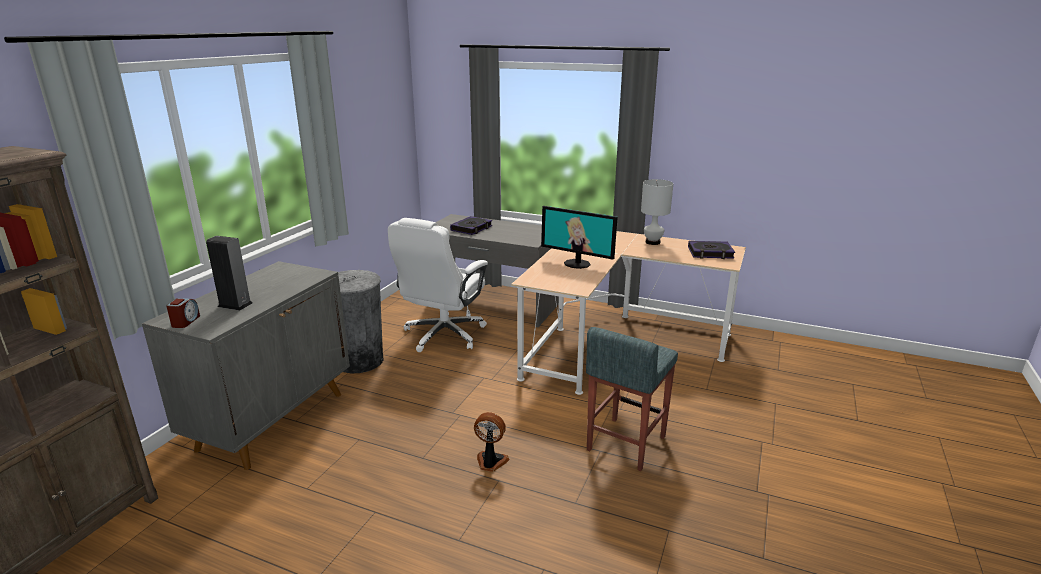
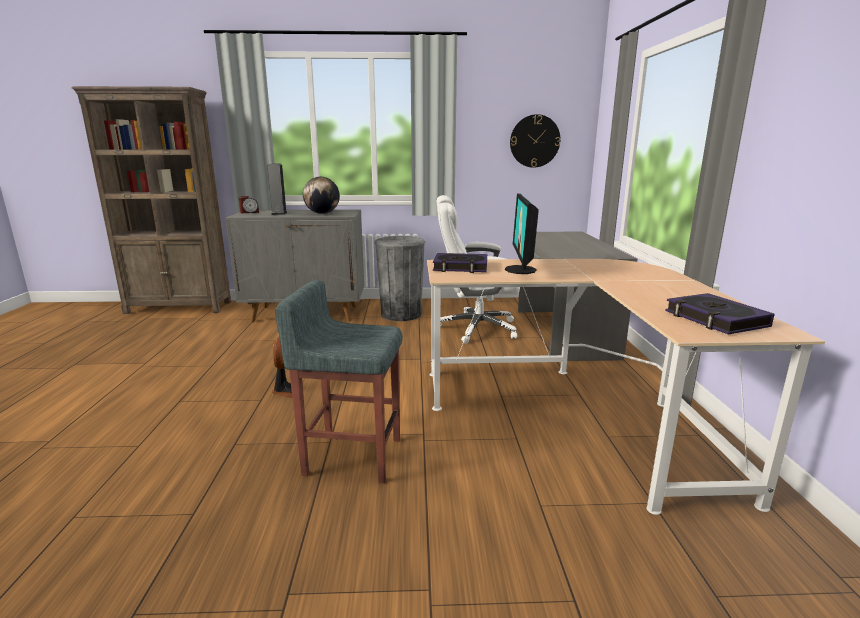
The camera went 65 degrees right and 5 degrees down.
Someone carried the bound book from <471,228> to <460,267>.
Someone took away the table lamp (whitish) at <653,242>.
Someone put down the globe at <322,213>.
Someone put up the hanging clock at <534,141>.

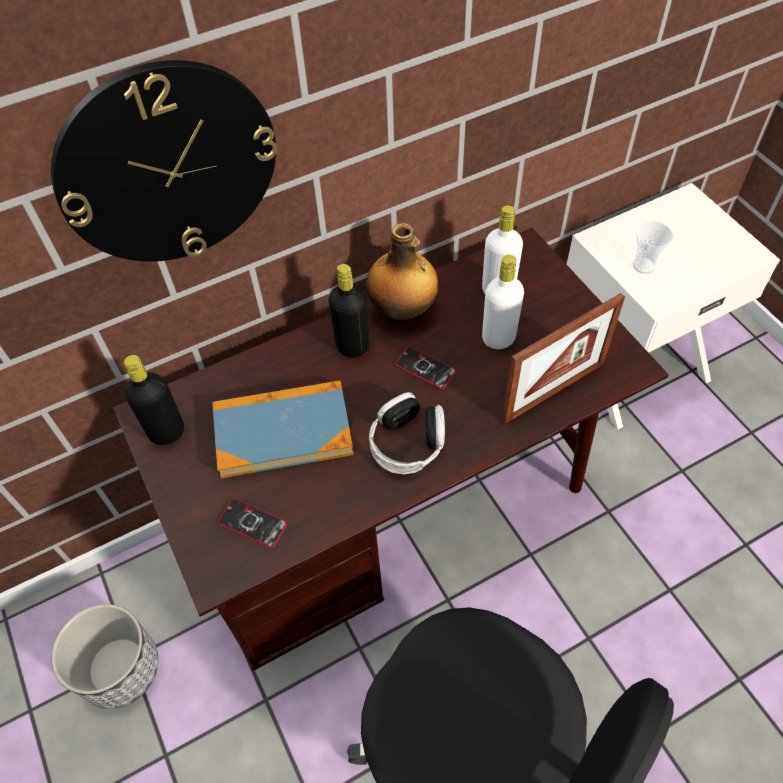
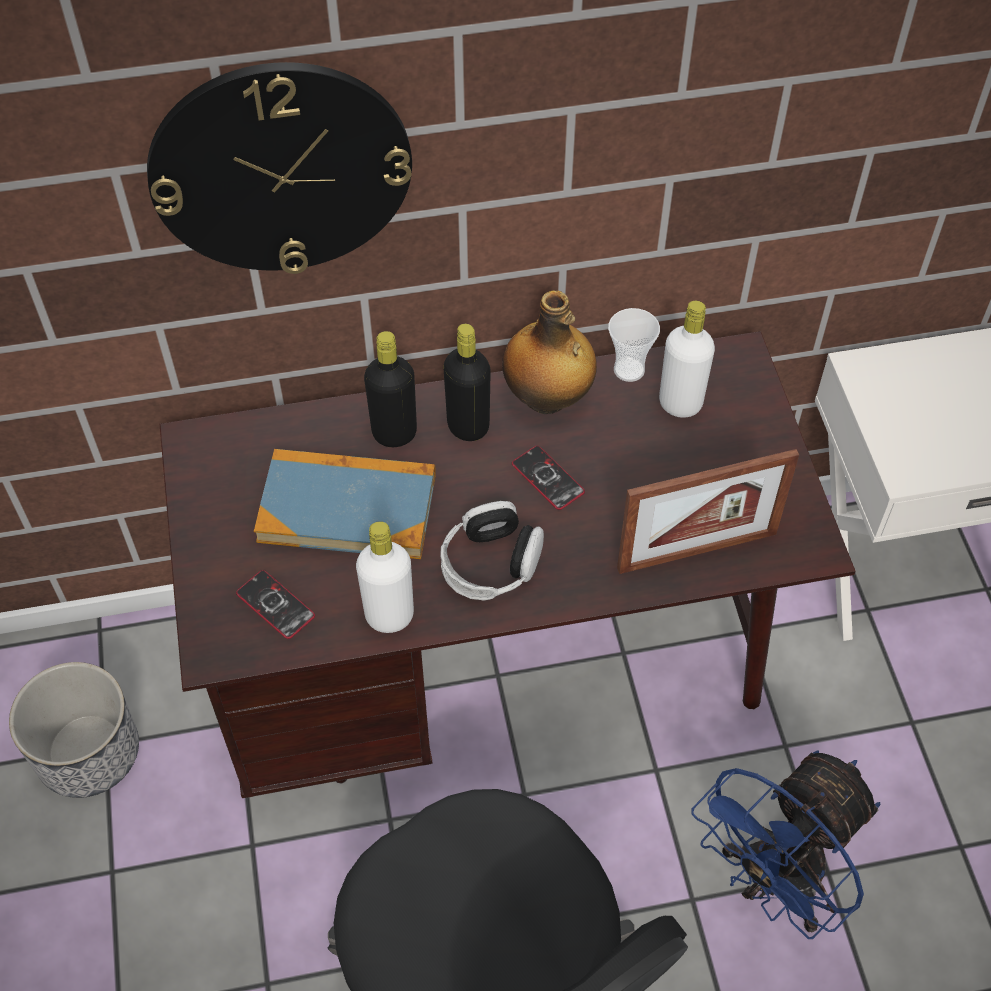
The camera went 15 degrees right and 0 degrees up.
Someone carried the beverage bottle (black-coloured) from <167,432> to <394,433>.
Someone carried the beverage bottle (whitish) from <498,338> to <389,616>.
Someone carried the small cup from <643,266> to <629,370>.
Someone put down the cooling fan (blue-coloured) at <773,883>.

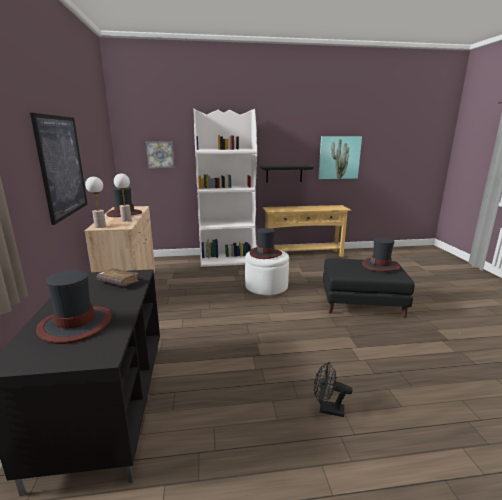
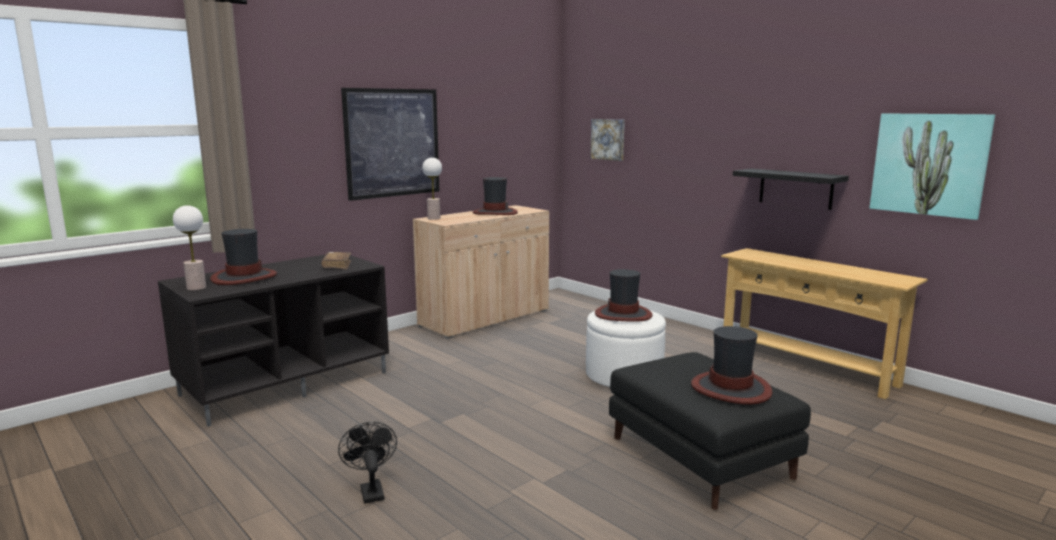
The camera went 55 degrees right and 5 degrees down.
Someone carried the table lamp from <126,220> to <196,288>.
Someone took away the bookshelf (whitish) at <228,259>.

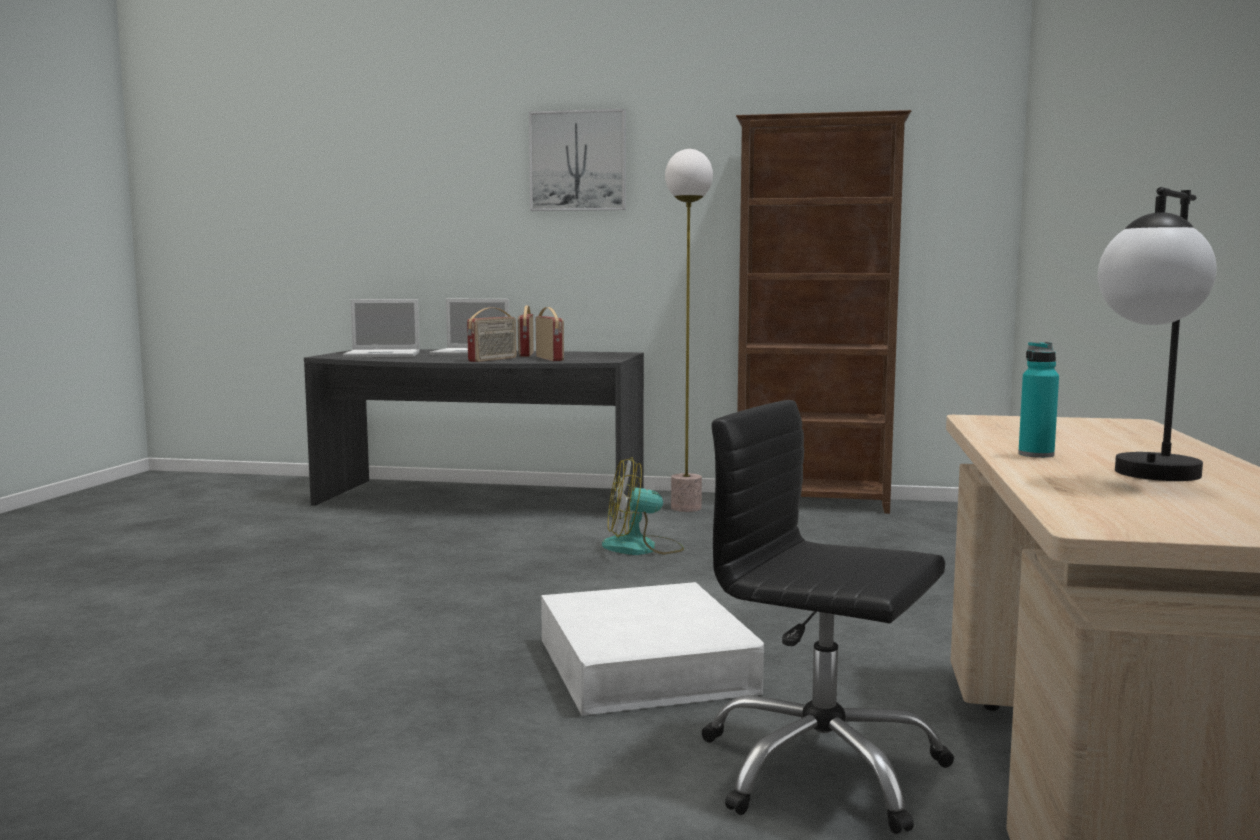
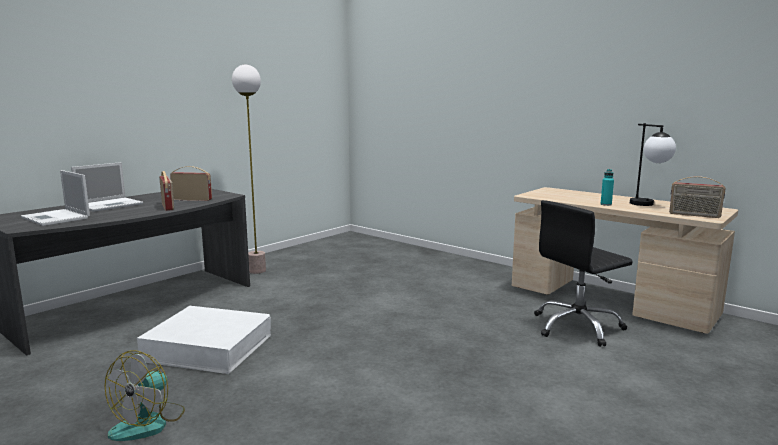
The camera went 60 degrees left and 5 degrees up.
Someone rotated the notebook computer at <384,354> by 105 degrees clockwise.
Someone carried the radio set from <525,354> to <694,215>.
Someone took away the wall picture at <578,161>.
Someone carried the storage container (whitish) from <645,665> to <208,348>.
Someone carried the cooling fan from <642,548> to <149,422>.
Someone took away the bookshelf (brown-coloured) at <813,504>.

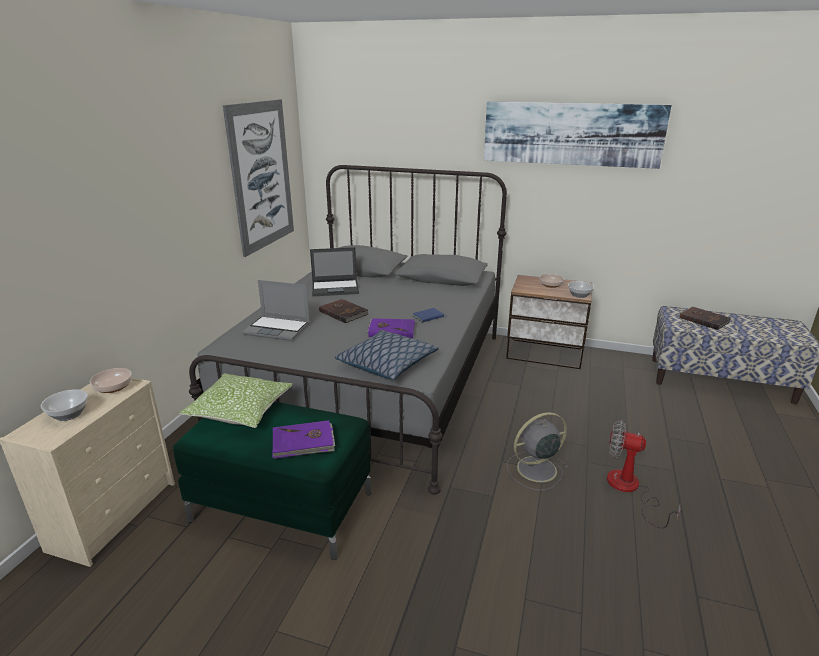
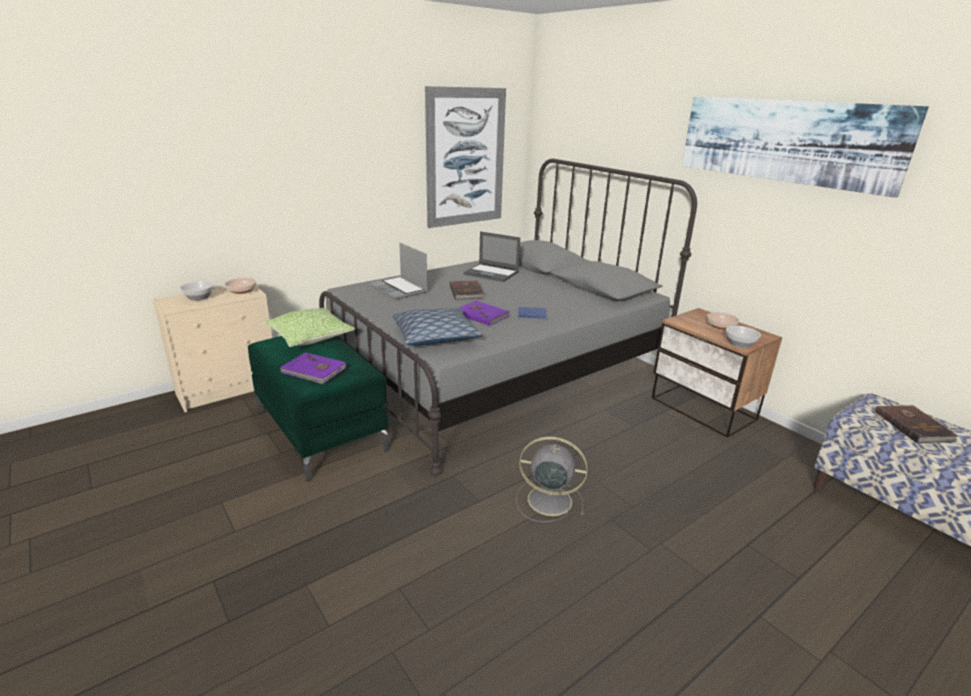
The camera went 35 degrees right and 0 degrees up.
Someone took away the cooling fan at <629,489>.

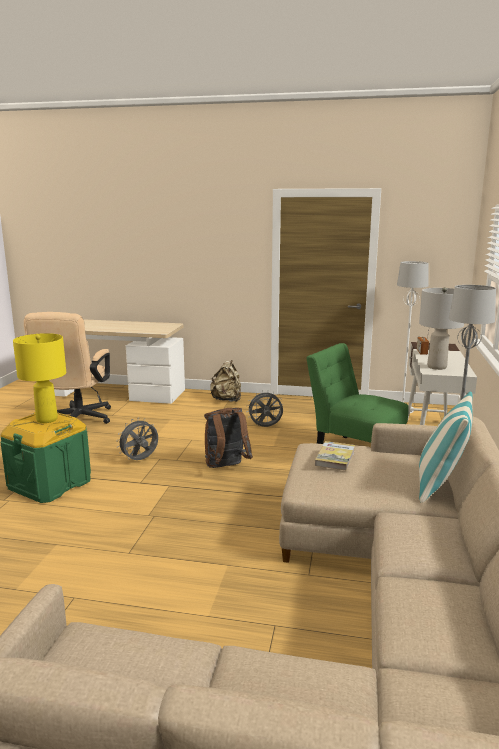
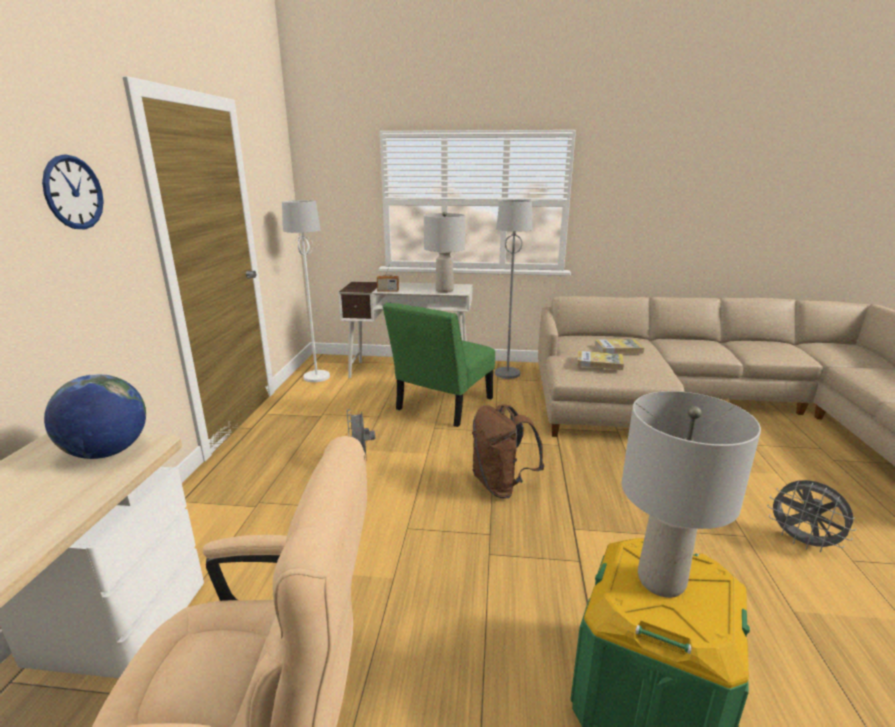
The camera went 95 degrees left and 5 degrees up.
Someone repainted the table lamp (yellow) at <46,419>, which became the table lamp (greyish) at <662,581>.
Someone carried the cooling fan (greyish) from <140,460> to <802,542>.
Someone took away the backpack (sand-coloured) at <227,400>.
Someone took away the pillow at <441,484>.
Someone put up the hanging clock at <73,192>.
Someone put down the globe at <107,452>.
Someone put down the bound book at <618,348>.

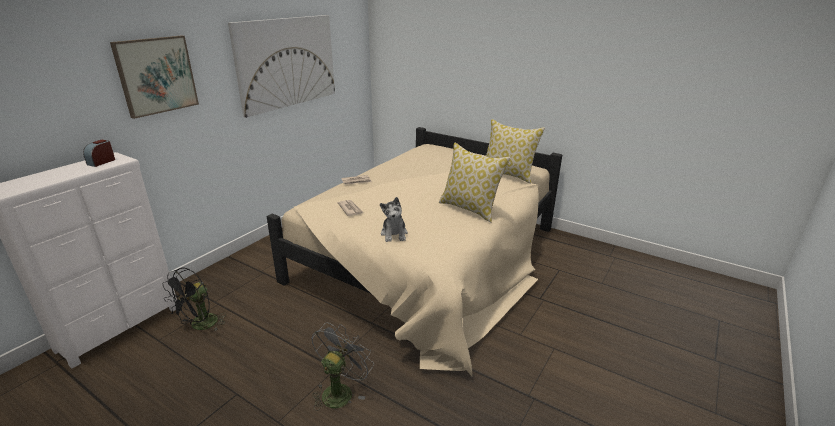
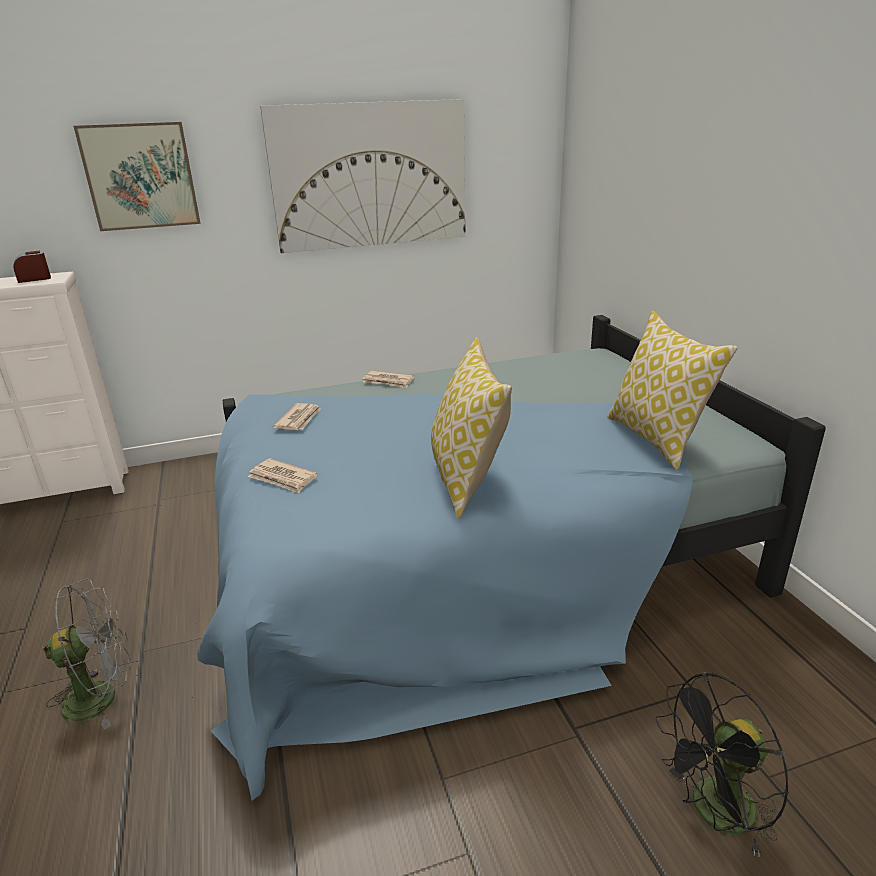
The camera went 40 degrees right and 0 degrees up.
Someone carried the cooling fan (black-coloured) from <200,326> to <714,813>.
Someone repainted the bedroom bed (sand-coloured) at <430,259>, which became the bedroom bed (blue-coloured) at <472,555>.
Someone swapped the soft toy at <394,234> for the newspaper at <283,478>.

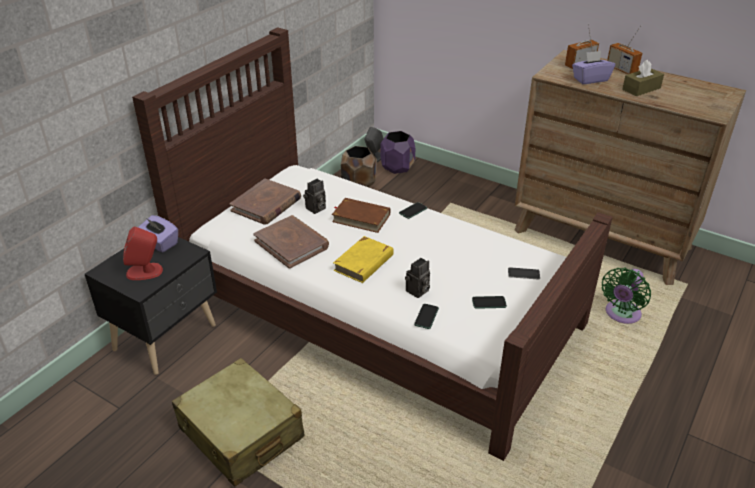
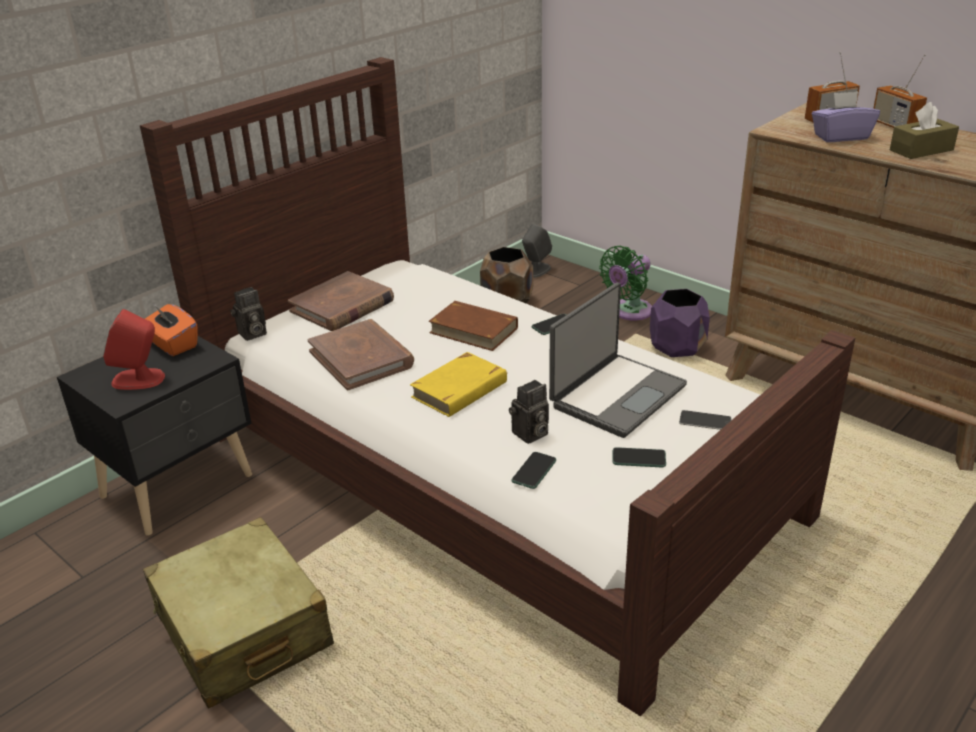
The camera went 10 degrees right and 5 degrees down.
Someone repainted the tissue holder (purple-coloured) at <159,243>, which became the tissue holder (orangey) at <173,344>.
Someone carried the photo camera from <315,209> to <251,334>.
Someone carried the plant pot (purple-coloured) from <397,167> to <677,347>.
Someone carried the cooling fan (greenish) from <621,315> to <629,312>.
Someone put down the notebook computer at <616,395>.

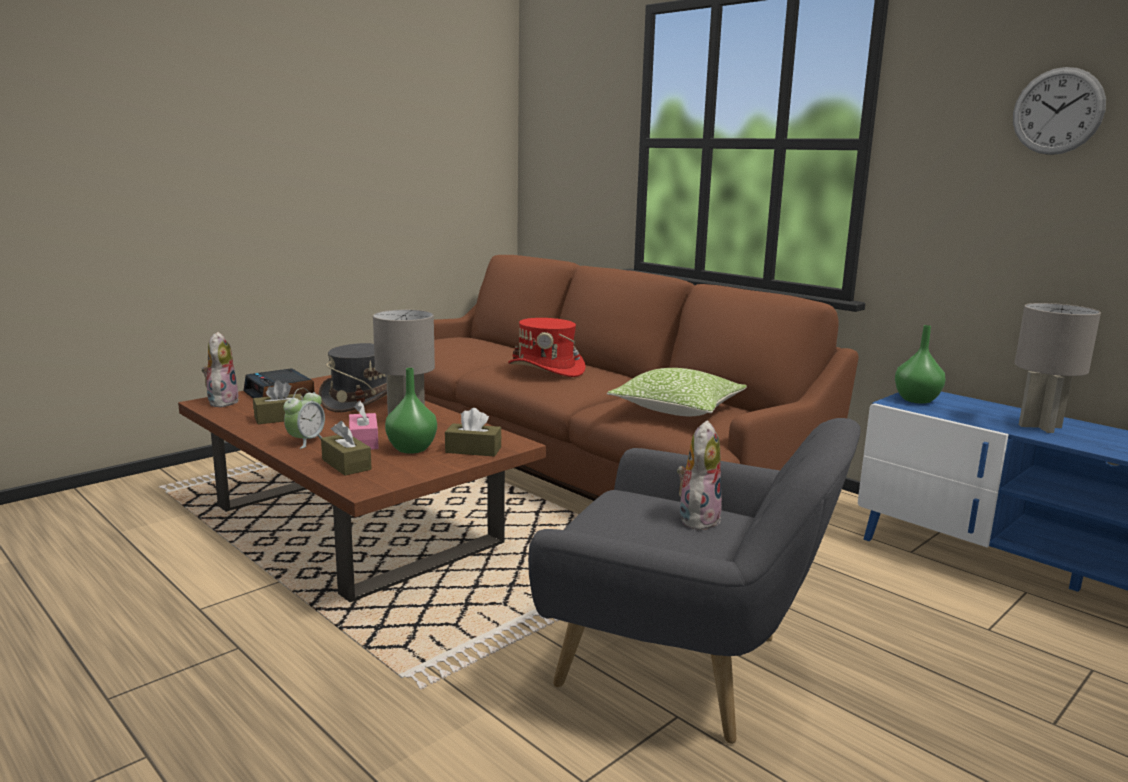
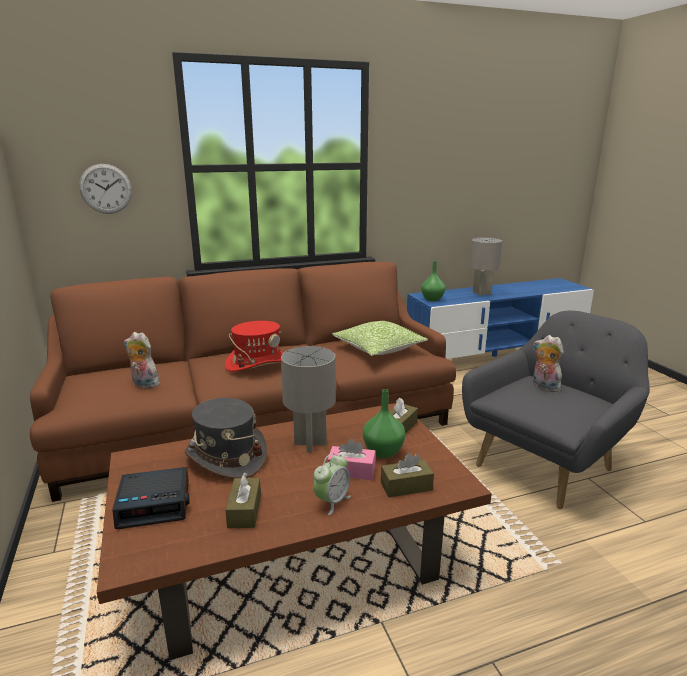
The camera went 65 degrees left and 5 degrees up.
Someone carried the soft toy from <222,402> to <143,384>.
Someone rotated the alarm clock at <306,441> by 75 degrees clockwise.
Someone carried the hanging clock from <1057,111> to <106,189>.

